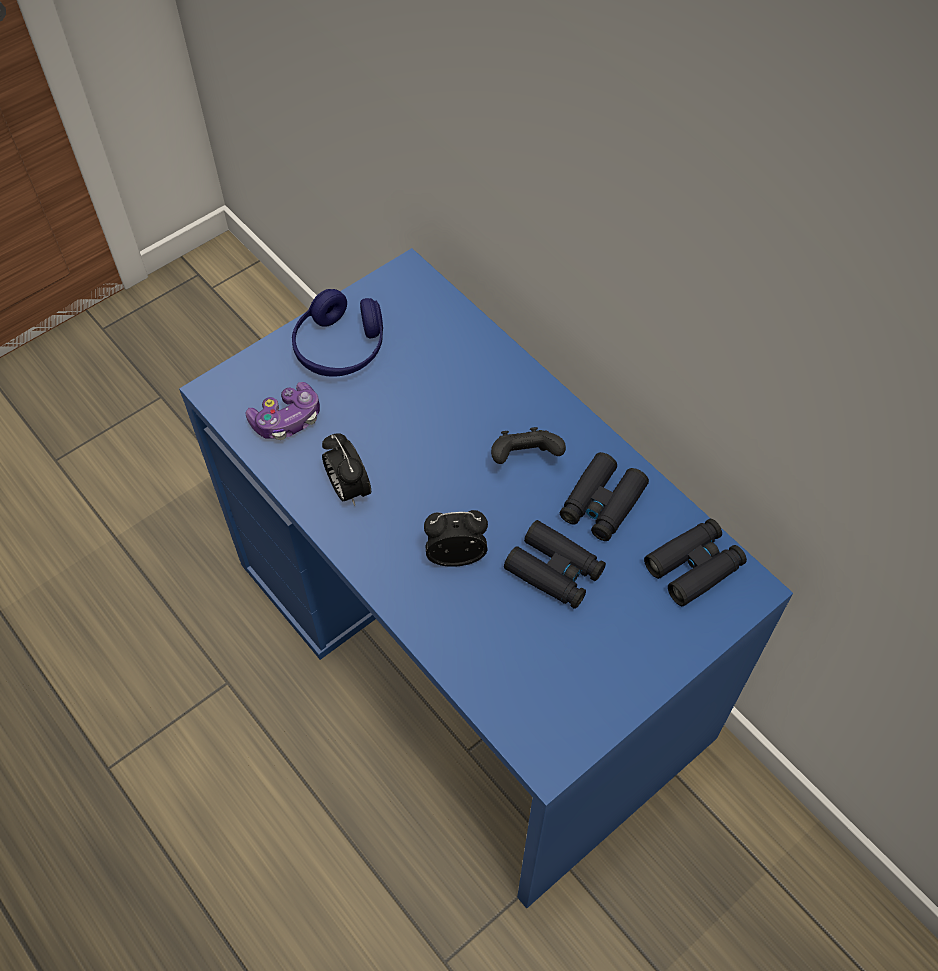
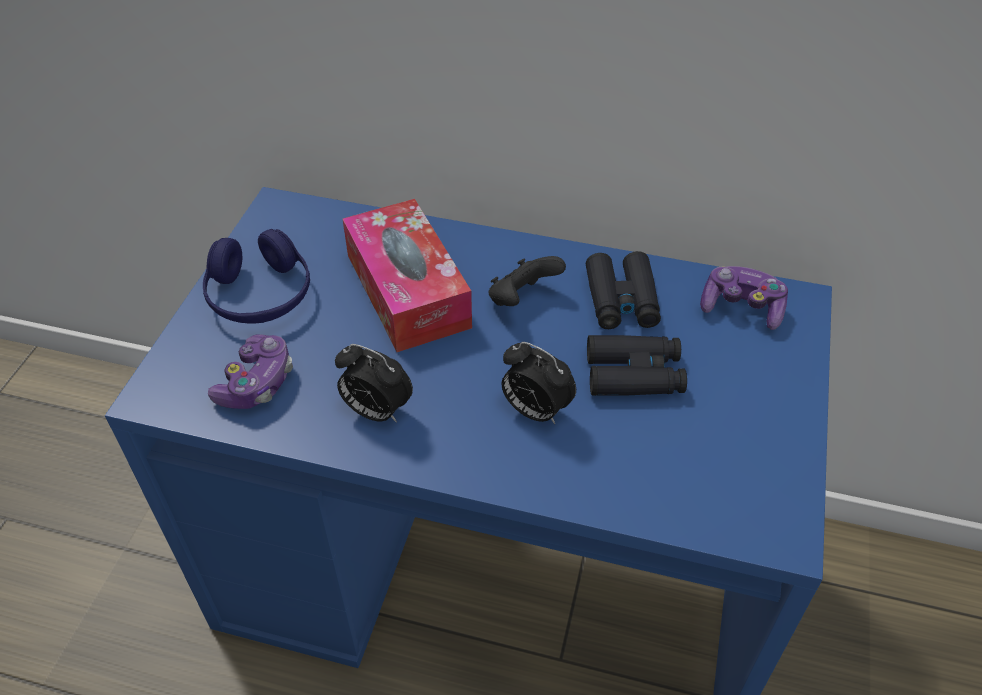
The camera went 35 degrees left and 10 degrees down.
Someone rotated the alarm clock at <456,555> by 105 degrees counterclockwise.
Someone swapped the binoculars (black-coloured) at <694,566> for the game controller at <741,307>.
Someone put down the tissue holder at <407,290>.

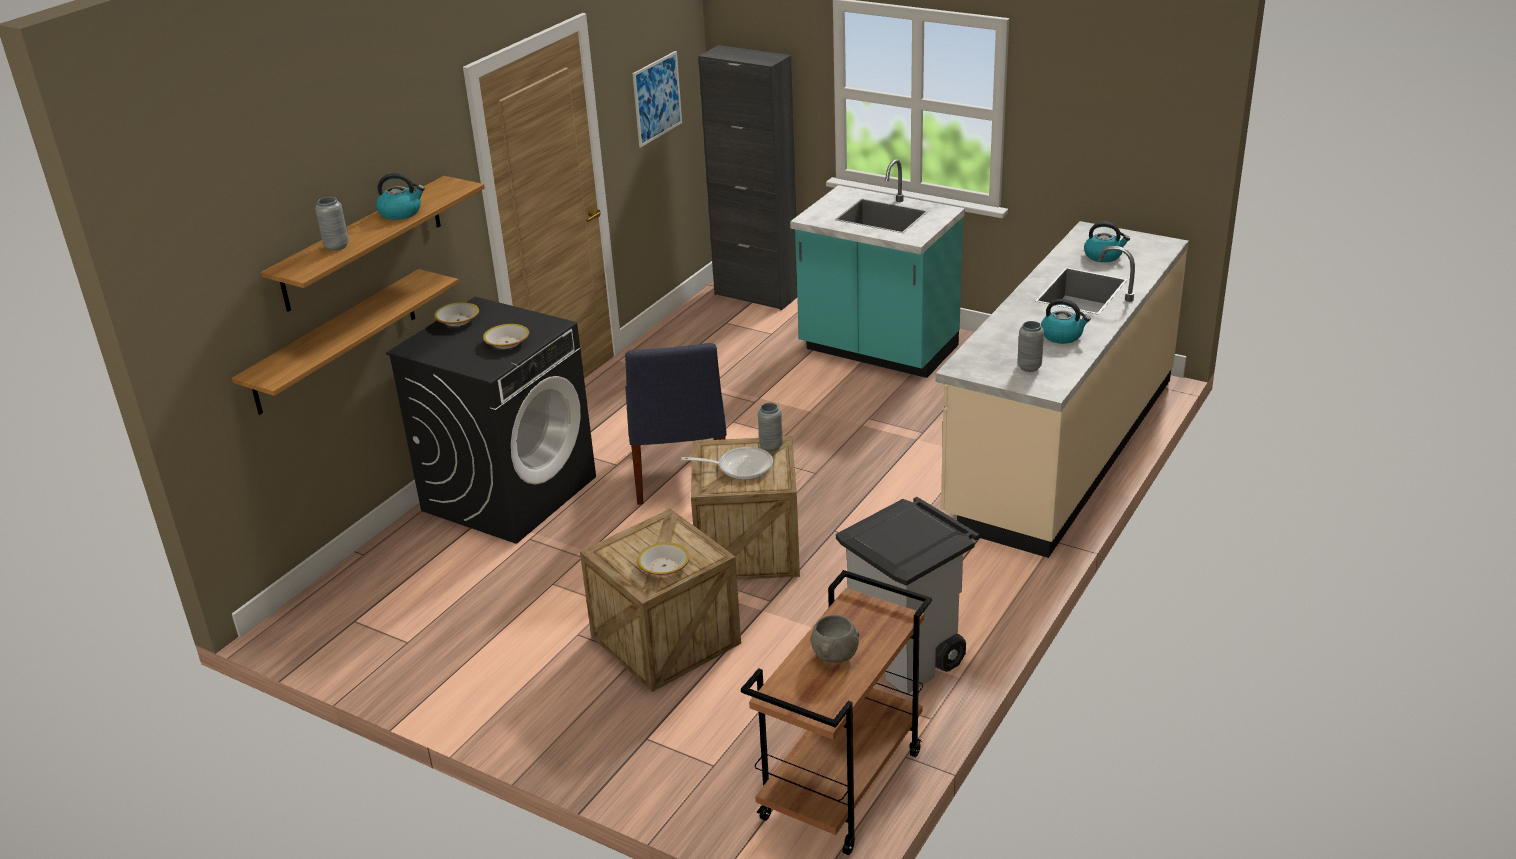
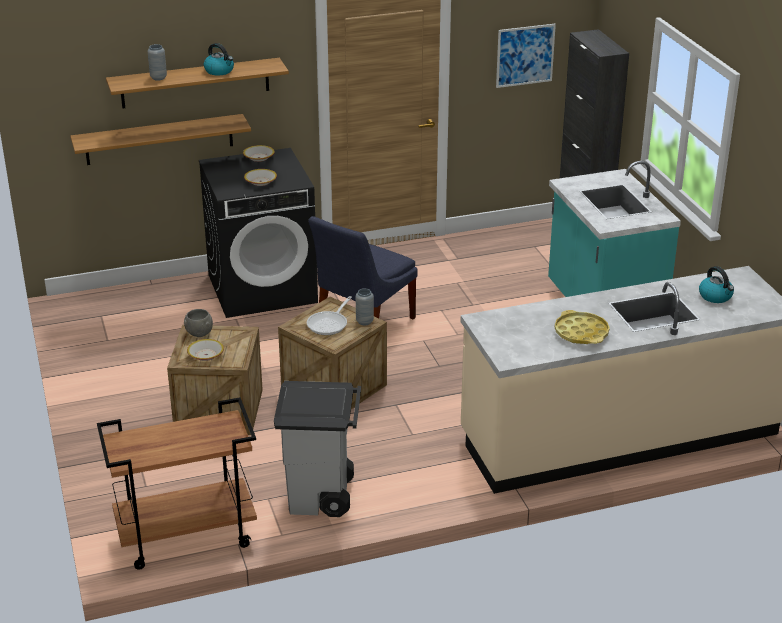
The camera went 40 degrees right and 0 degrees up.
Someone rotated the skillet at <740,467> by 75 degrees clockwise.
Someone carried the bowl (greyish) from <834,657> to <198,334>.
Someone took away the flower vase (greyish) at <1029,367>.
Someone swapped the water kettle at <1062,336> for the serving tray (yellow) at <581,333>.

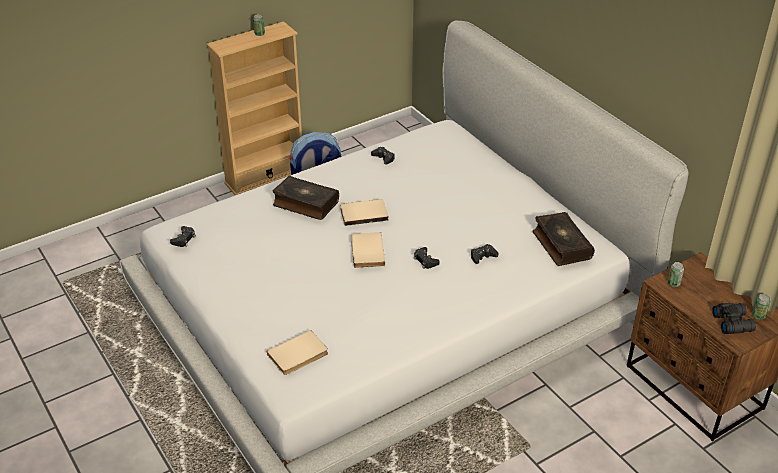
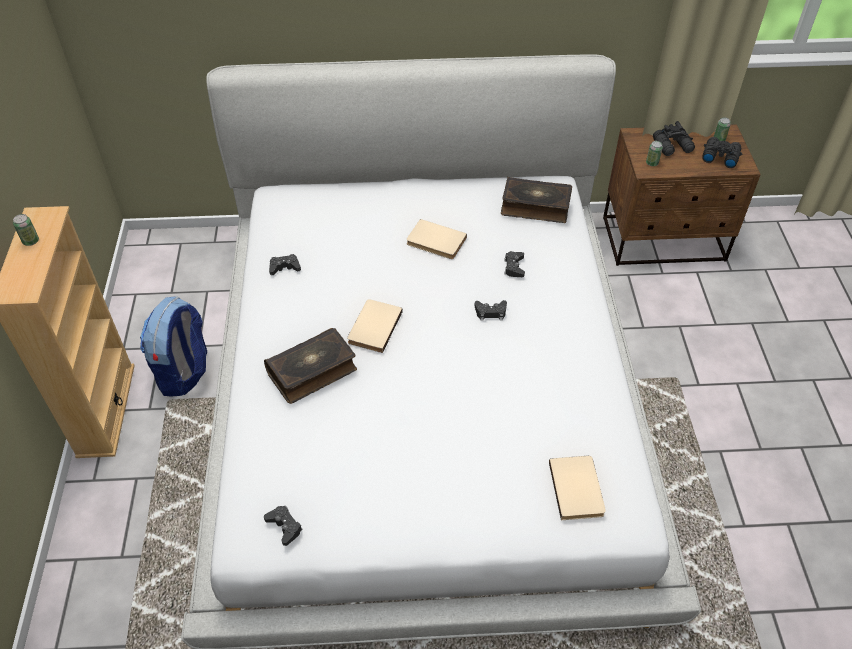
The camera went 60 degrees left and 10 degrees up.
Someone carried the bound book (sand-coloured) from <366,252> to <435,242>.
Someone put down the binoculars (black-coloured) at <673,146>.

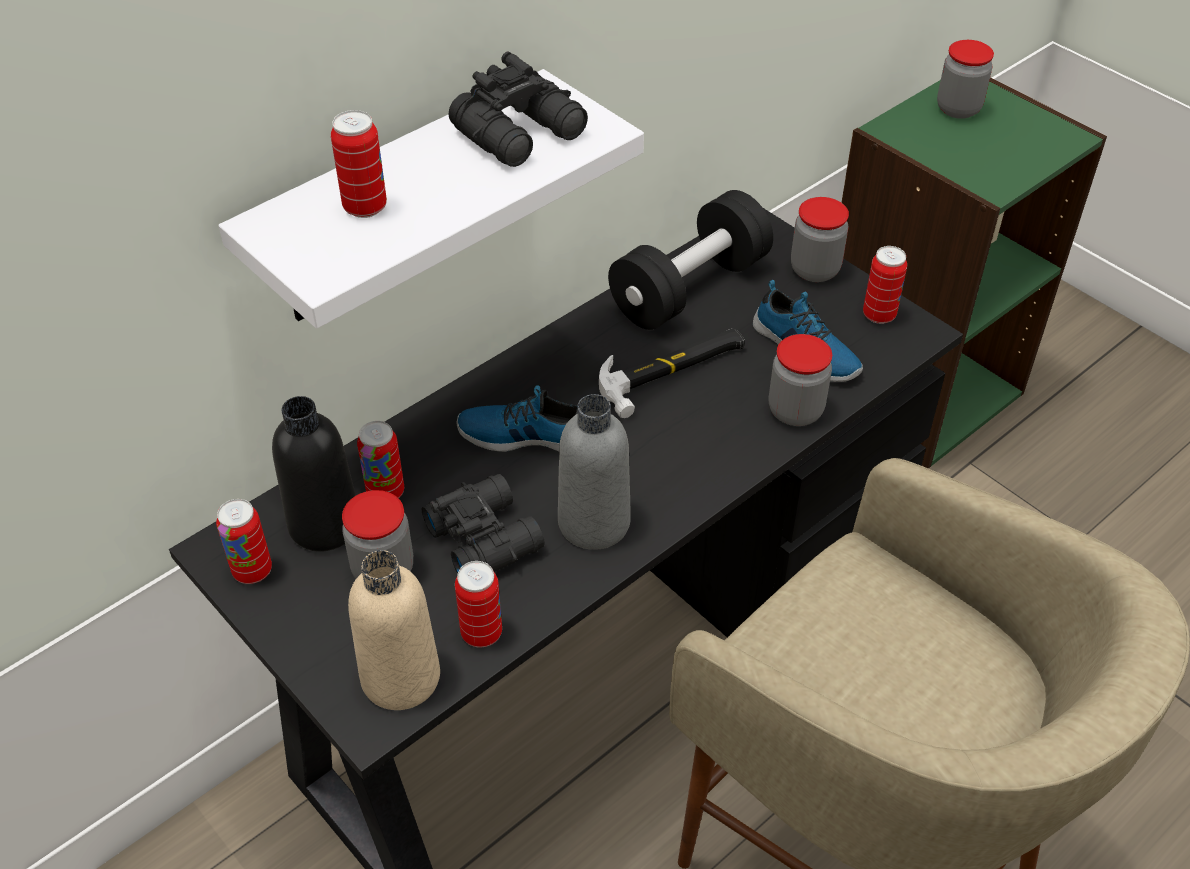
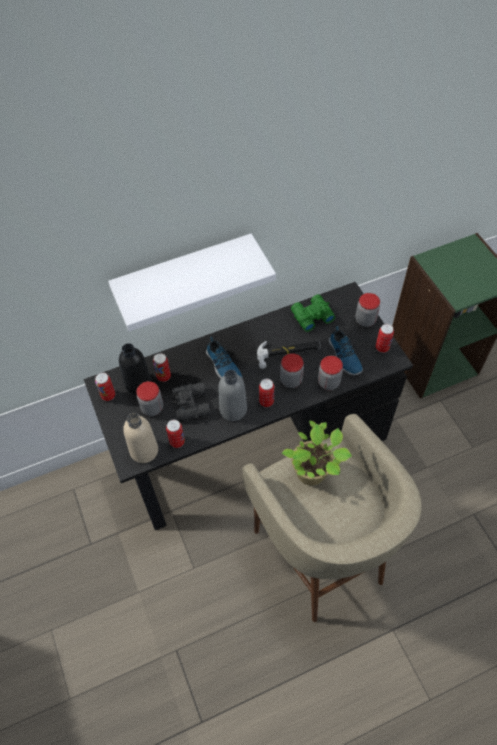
The camera went 20 degrees right and 10 degrees up.
Someone carried the sealed can from <365,207> to <266,401>.
Someone took away the binoculars (black-coloured) at <522,133>.
Someone rotated the low shoe at <527,435> by 150 degrees counterclockwise.
Someone swapped the dumbbell (black-coloured) at <689,288> for the binoculars (greenish) at <311,316>.
Someone carried the jar from <958,109> to <291,380>.
Someone put down the potted plant at <313,473>.

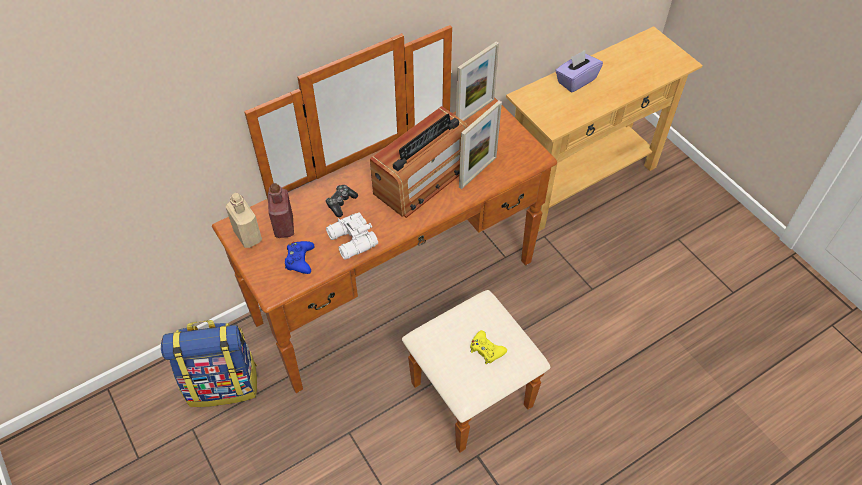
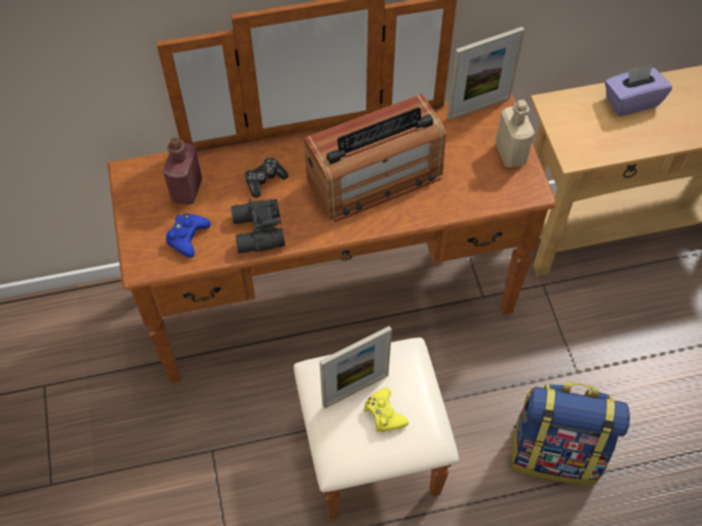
The camera went 20 degrees right and 5 degrees up.
Someone carried the backpack from <223,384> to <555,453>.
Someone carried the beverage bottle (sand-coloured) from <248,236> to <510,153>.
Someone repainted the binoculars (whitish) at <351,241>, which became the binoculars (black-coloured) at <257,232>.
Someone carried the standing frame from <477,172> to <355,390>.

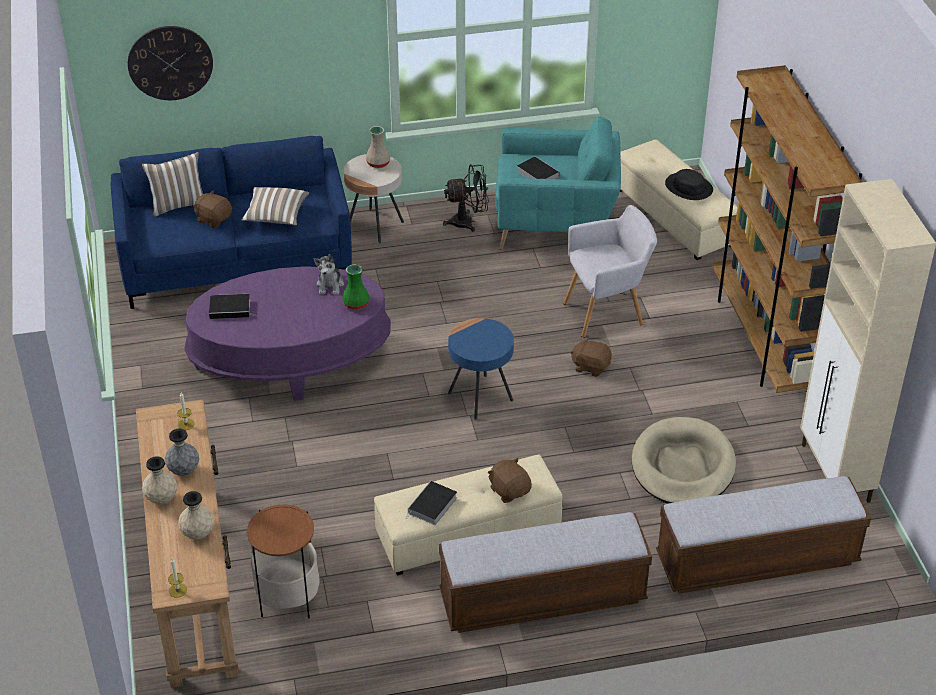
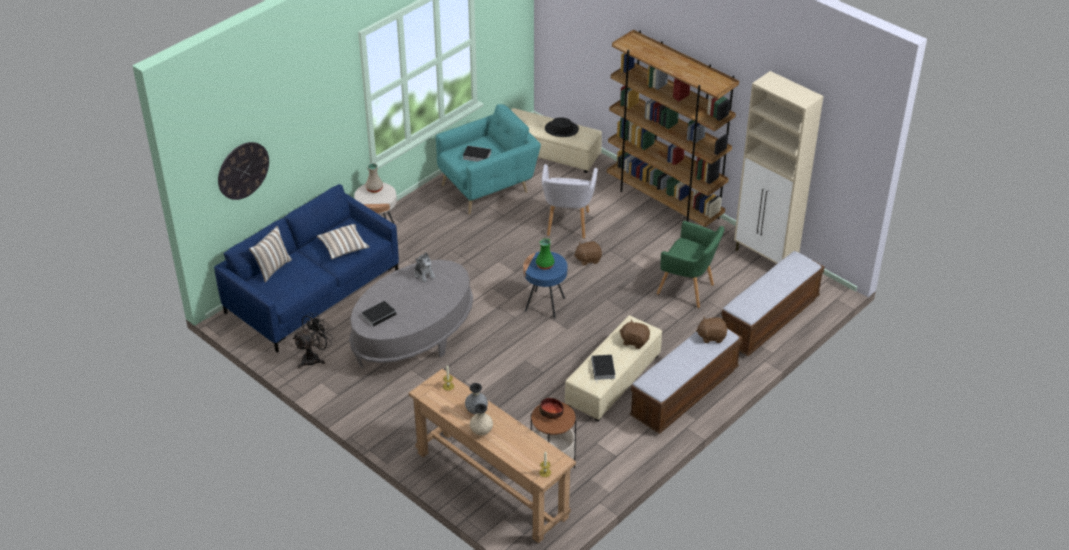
The camera went 35 degrees left and 0 degrees up.
Someone took away the flower vase (sand-coloured) at <198,534>.
Someone repainted the lounge table (purple-coloured) at <291,361>, which became the lounge table (greyish) at <413,336>.
Someone carried the soft toy (brown-coloured) from <214,219> to <711,336>.
Someone carried the flower vase (greenish) from <355,303> to <544,265>.
Someone carried the cooling fan (black-coloured) from <468,222> to <314,358>.
Someone rotated the armchair (greyish) at <607,313> by 150 degrees clockwise.
Someone swapped the dog bed (sand-coloured) at <682,466> for the armchair (greenish) at <688,290>.
Someone put down the bowl at <551,412>.

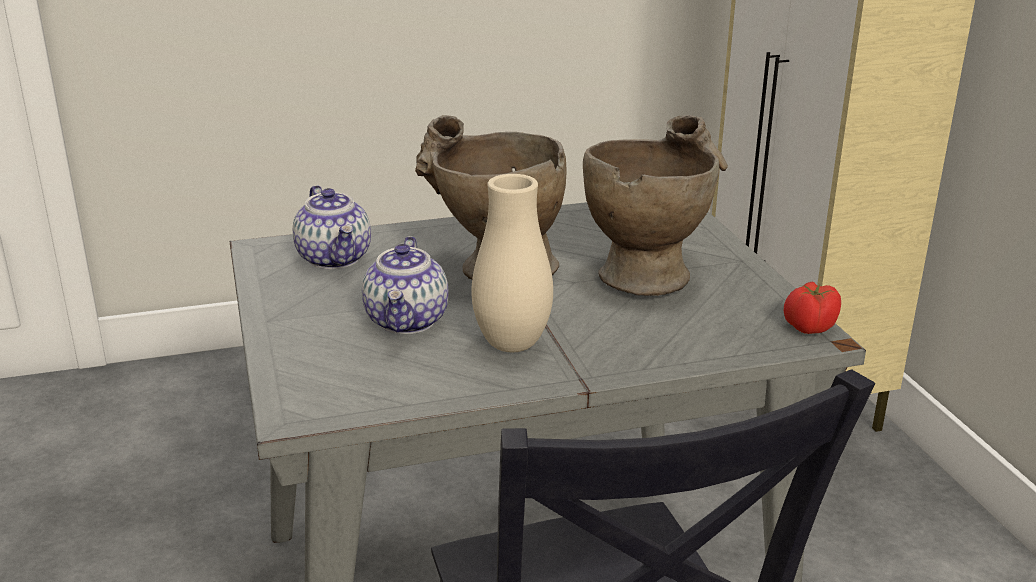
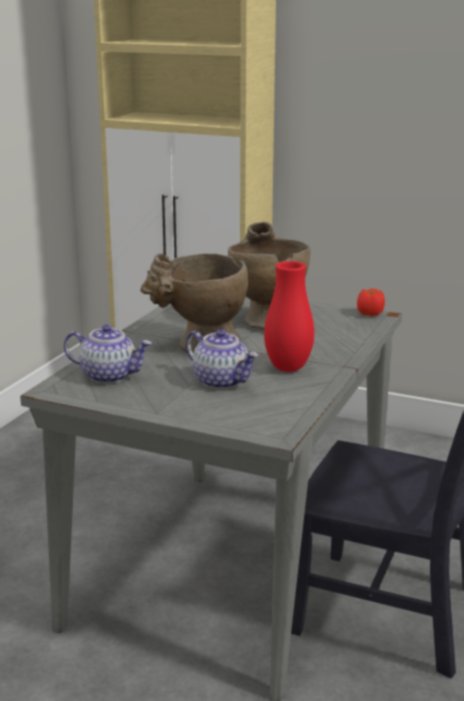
The camera went 50 degrees left and 5 degrees down.
Someone repainted the flower vase (sand-coloured) at <512,344>, which became the flower vase (reddish) at <288,368>.

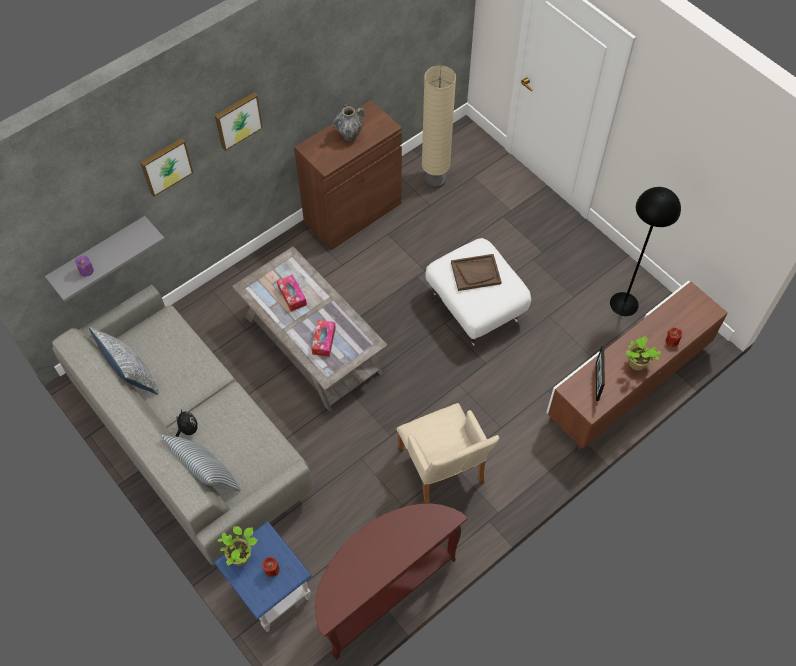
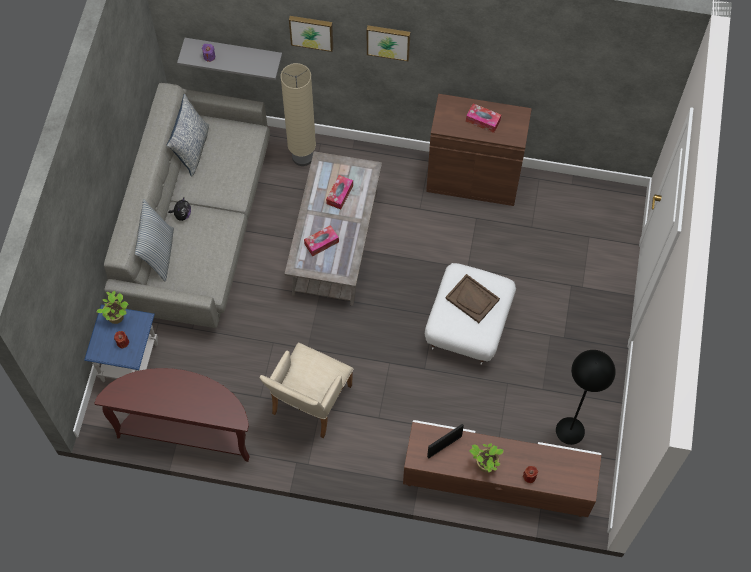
The camera went 50 degrees right and 5 degrees up.
Someone swapped the flower vase at <350,136> for the tissue holder at <483,120>.
Someone carried the floor lamp (sand-coloured) from <435,180> to <302,157>.

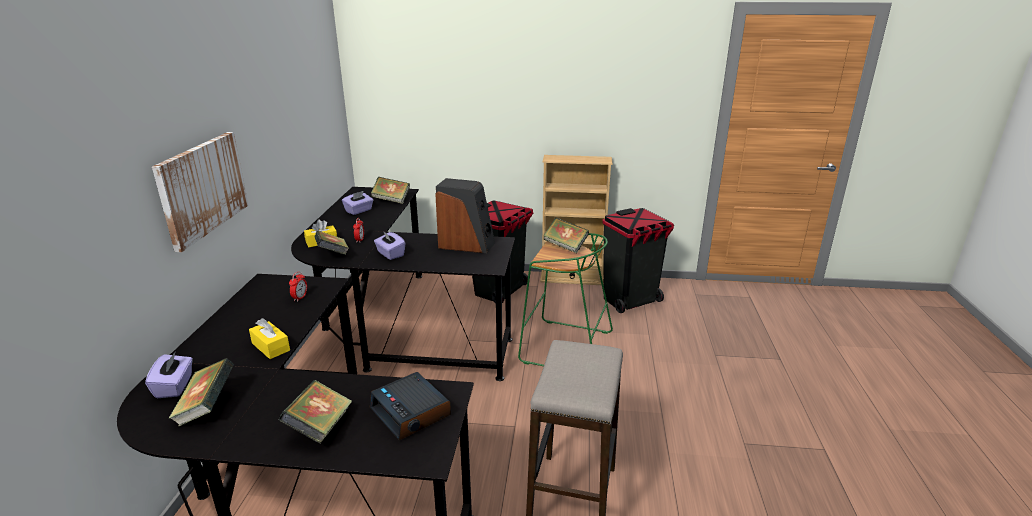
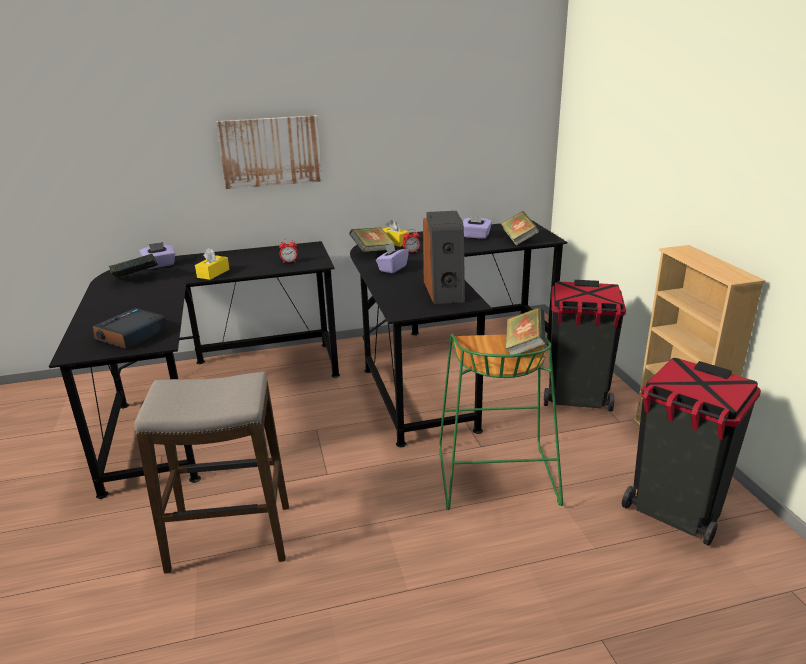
The camera went 70 degrees right and 0 degrees up.
Someone took away the bound book at <320,427>.

